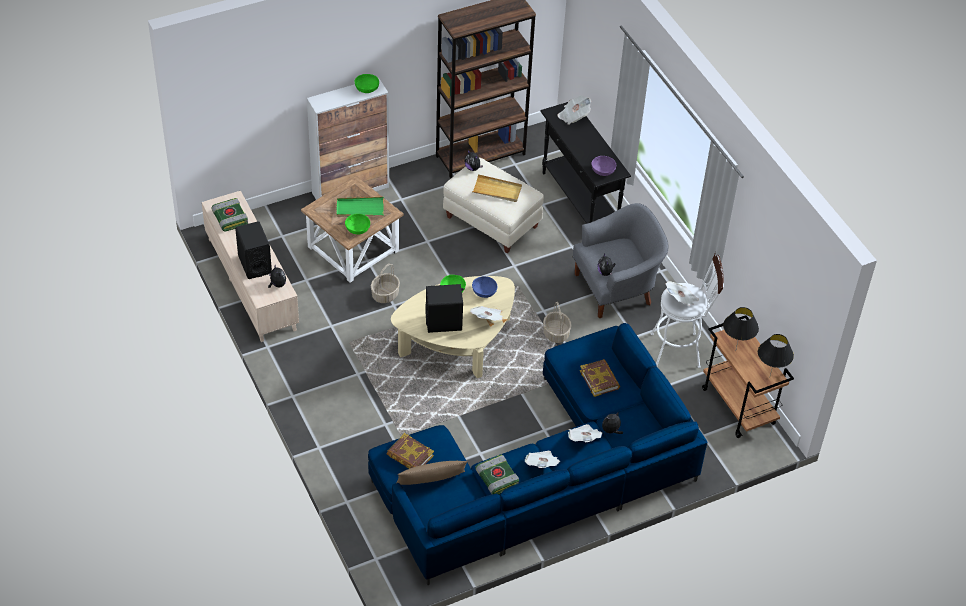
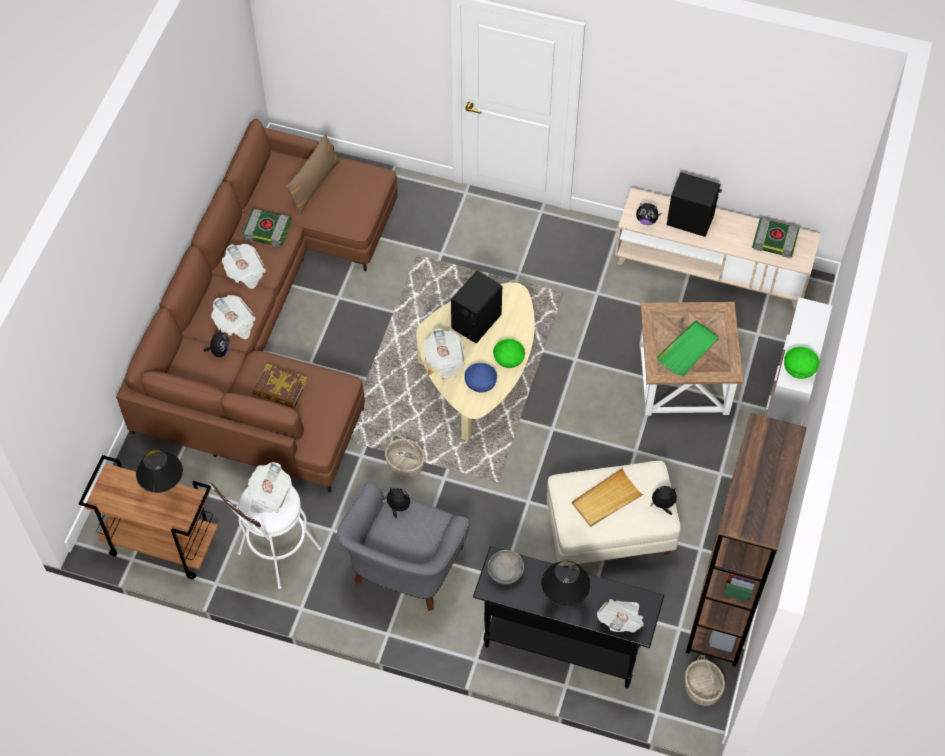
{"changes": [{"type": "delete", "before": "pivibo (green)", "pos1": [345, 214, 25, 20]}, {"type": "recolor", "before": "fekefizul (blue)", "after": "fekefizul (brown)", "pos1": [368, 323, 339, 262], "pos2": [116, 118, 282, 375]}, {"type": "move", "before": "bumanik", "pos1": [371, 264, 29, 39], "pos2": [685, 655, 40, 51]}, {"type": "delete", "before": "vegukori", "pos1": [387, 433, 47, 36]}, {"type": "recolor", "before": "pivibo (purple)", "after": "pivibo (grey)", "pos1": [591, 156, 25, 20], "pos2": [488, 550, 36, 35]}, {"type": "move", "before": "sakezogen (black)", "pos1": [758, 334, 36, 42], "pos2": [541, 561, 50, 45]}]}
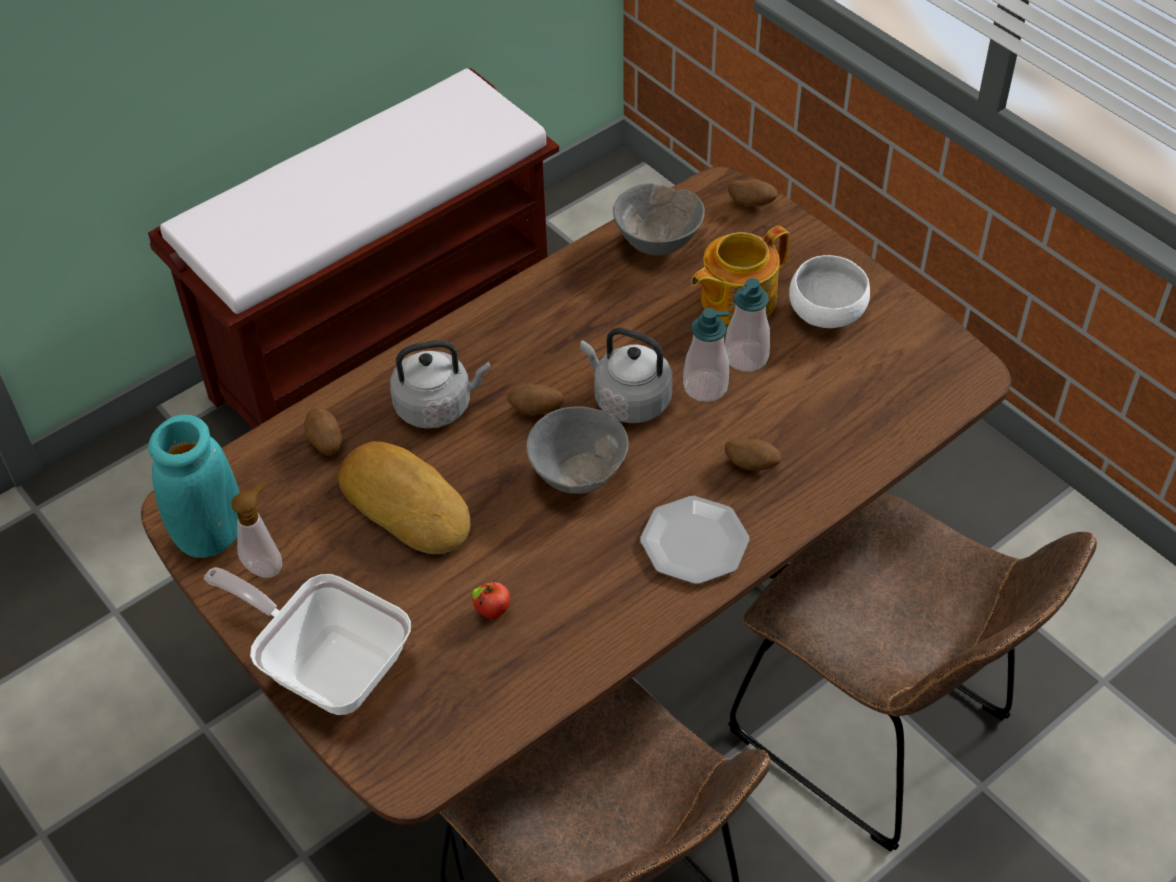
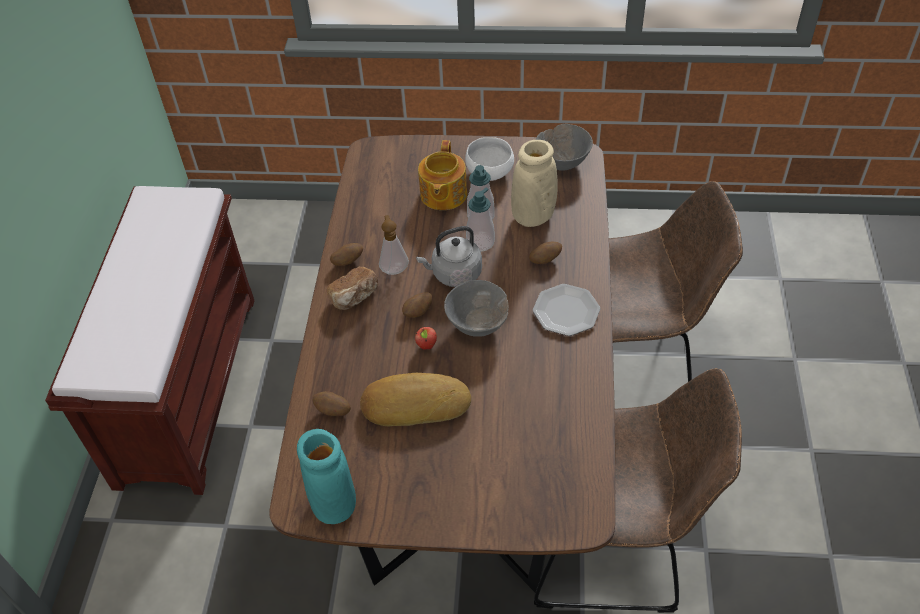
{"changes": [{"type": "delete", "before": "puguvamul", "pos1": [204, 567, 207, 148]}, {"type": "move", "before": "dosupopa", "pos1": [231, 484, 51, 94], "pos2": [379, 215, 30, 60]}, {"type": "delete", "before": "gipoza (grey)", "pos1": [390, 340, 101, 89]}, {"type": "move", "before": "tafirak", "pos1": [472, 582, 38, 38], "pos2": [415, 327, 22, 22]}, {"type": "move", "before": "pivibo (grey)", "pos1": [613, 183, 92, 73], "pos2": [536, 124, 57, 47]}, {"type": "move", "before": "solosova", "pos1": [728, 179, 50, 28], "pos2": [330, 243, 33, 23]}, {"type": "insert", "after": "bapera", "pos2": [327, 266, 52, 44]}, {"type": "insert", "after": "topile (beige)", "pos2": [511, 140, 47, 87]}]}
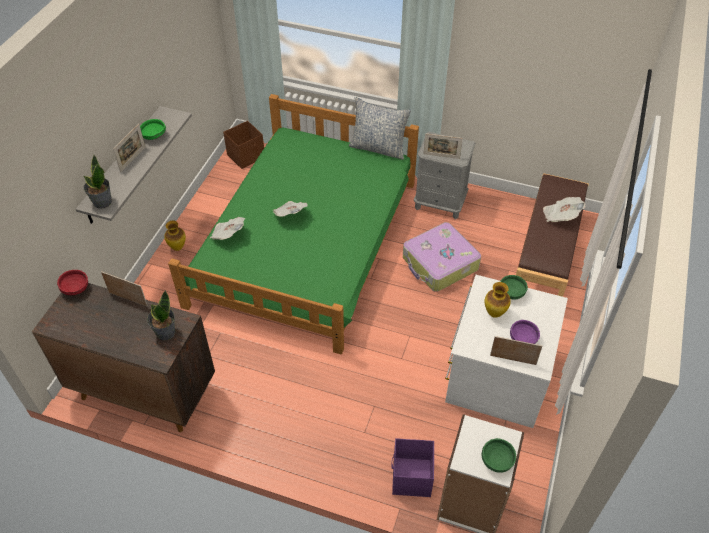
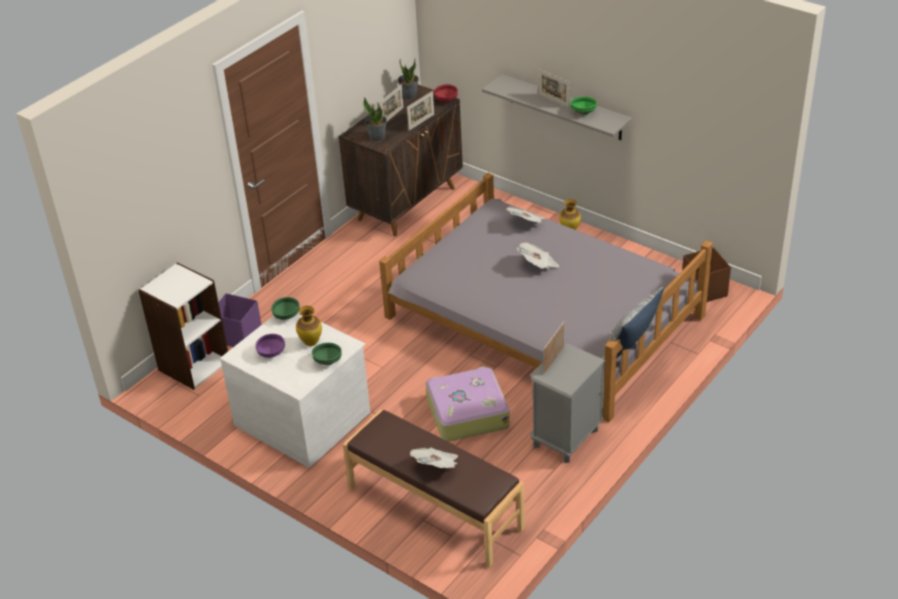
{"changes": [{"type": "move", "before": "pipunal", "pos1": [83, 155, 29, 54], "pos2": [398, 59, 21, 41]}, {"type": "recolor", "before": "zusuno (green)", "after": "zusuno (grey)", "pos1": [168, 94, 251, 260], "pos2": [379, 173, 334, 249]}, {"type": "move", "before": "pivibo (green)", "pos1": [482, 438, 34, 35], "pos2": [271, 297, 29, 23]}, {"type": "move", "before": "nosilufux", "pos1": [490, 336, 52, 29], "pos2": [380, 84, 24, 38]}]}
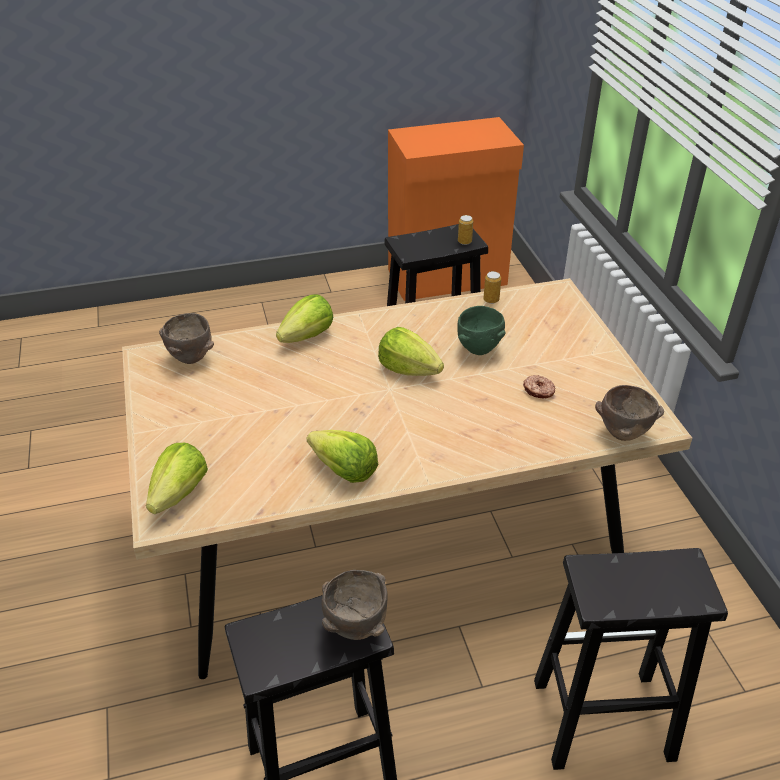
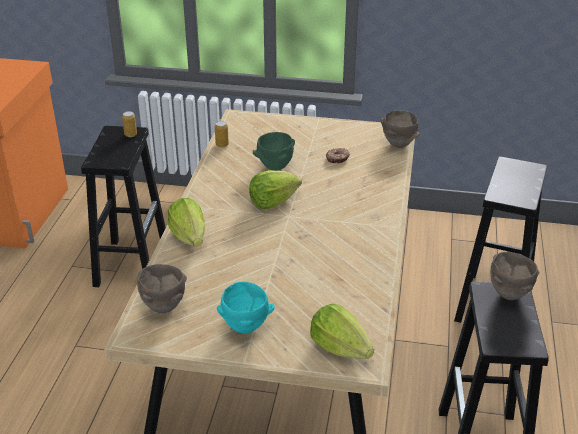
{"changes": [{"type": "delete", "before": "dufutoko", "pos1": [307, 430, 71, 53]}, {"type": "insert", "after": "pivibo (turquoise)", "pos2": [217, 282, 58, 52]}]}
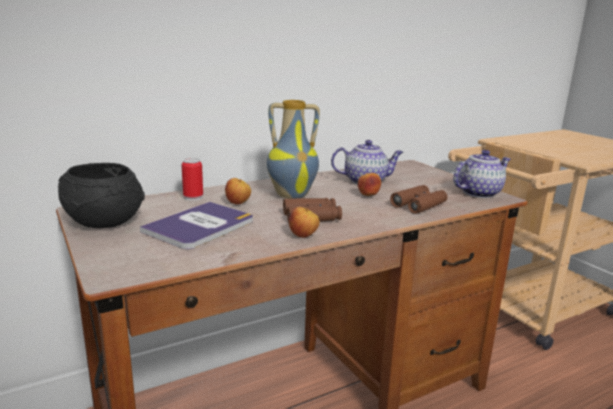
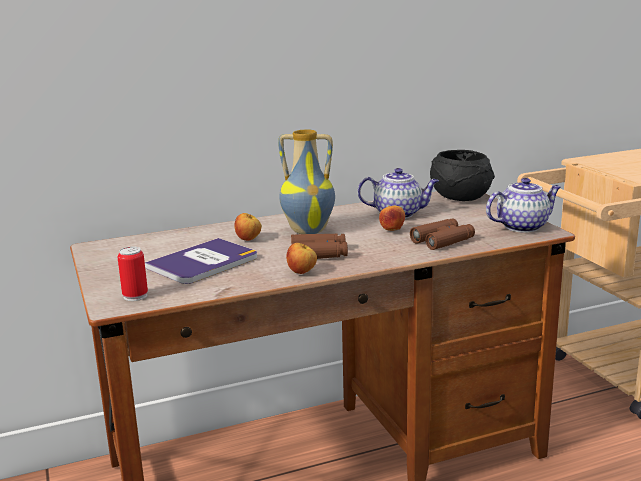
{"changes": [{"type": "move", "before": "pivibo (black)", "pos1": [58, 163, 87, 65], "pos2": [430, 150, 65, 51]}, {"type": "move", "before": "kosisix", "pos1": [182, 158, 21, 43], "pos2": [118, 247, 30, 54]}]}
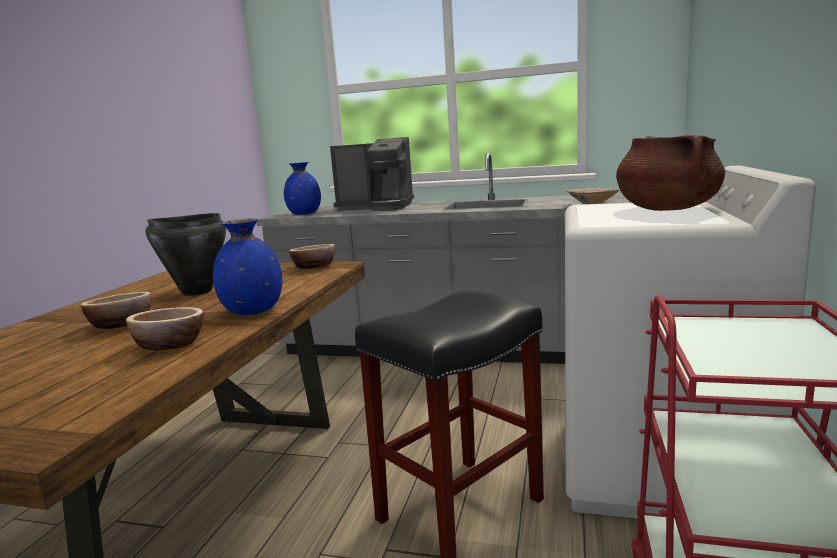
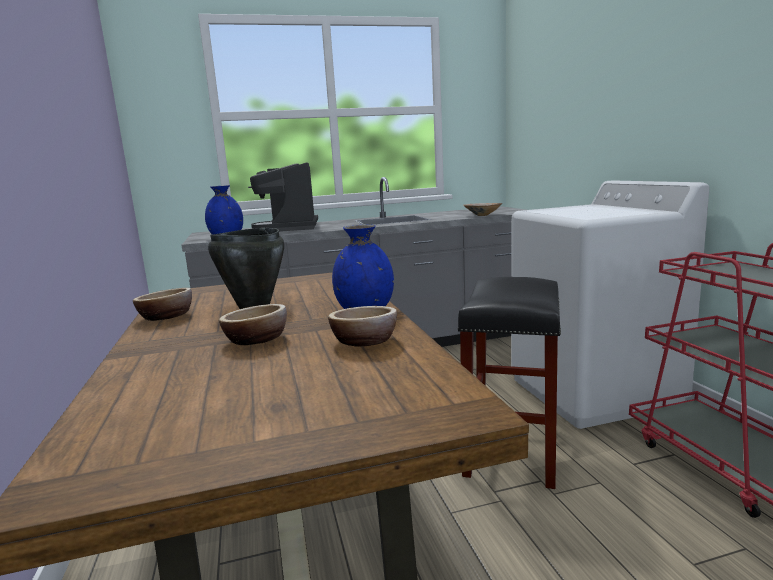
{"changes": [{"type": "move", "before": "pivibo", "pos1": [289, 244, 46, 25], "pos2": [133, 288, 59, 33]}, {"type": "rotate", "before": "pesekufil", "pos1": [330, 137, 84, 74], "pos2": [248, 163, 70, 69], "turn": 105}, {"type": "delete", "before": "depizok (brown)", "pos1": [616, 135, 109, 76]}]}
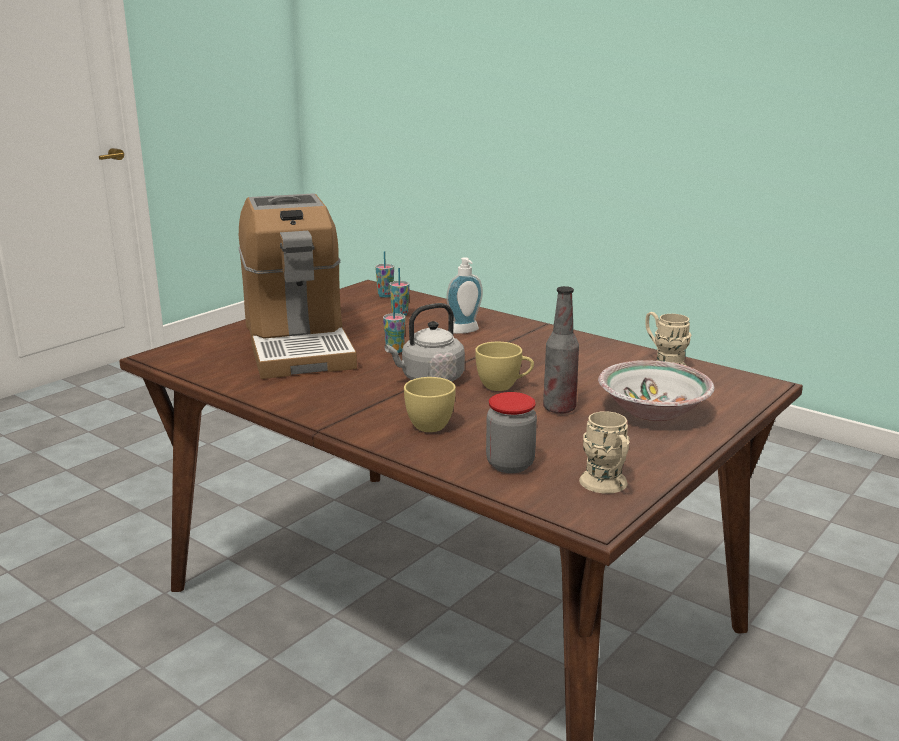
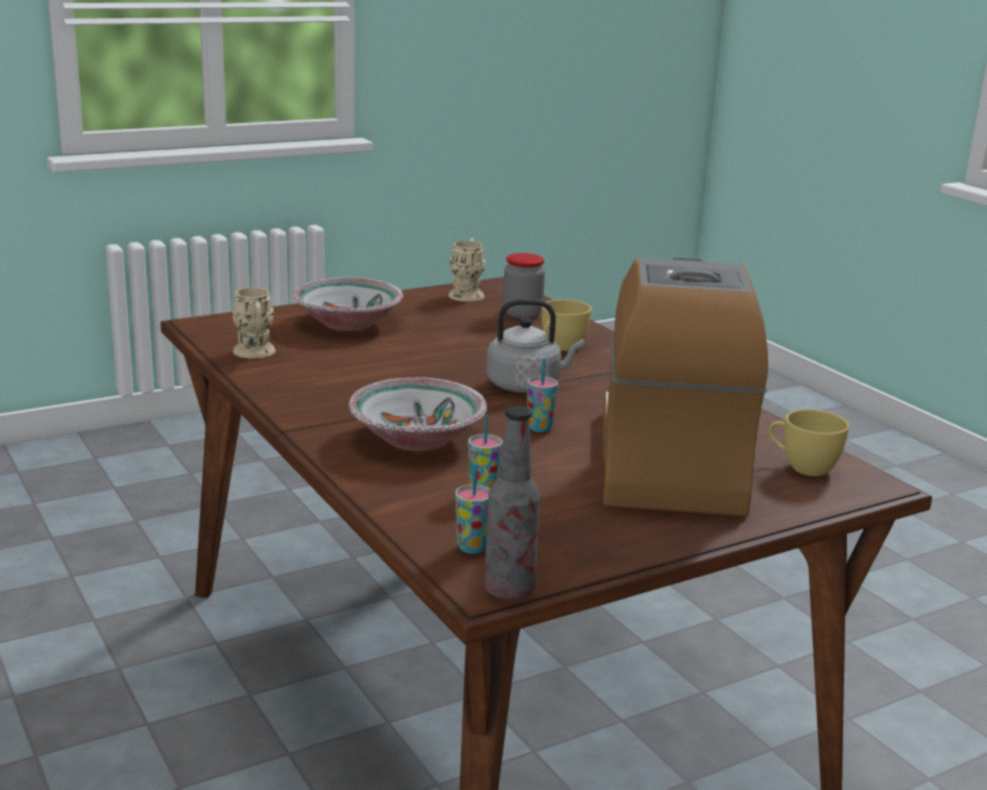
{"changes": [{"type": "replace", "before": "dosupopa", "after": "pivibo", "pos1": [446, 257, 37, 77], "pos2": [349, 377, 138, 74]}, {"type": "move", "before": "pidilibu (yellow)", "pos1": [475, 342, 59, 49], "pos2": [769, 409, 80, 67]}, {"type": "move", "before": "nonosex", "pos1": [543, 286, 36, 128], "pos2": [484, 406, 56, 194]}]}
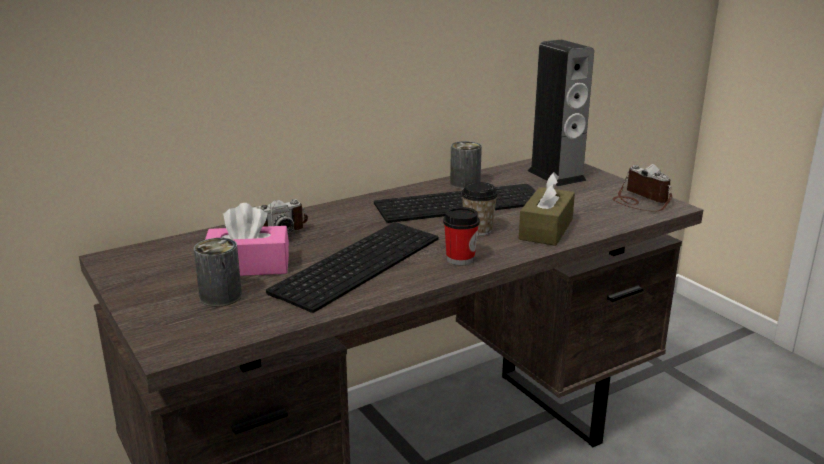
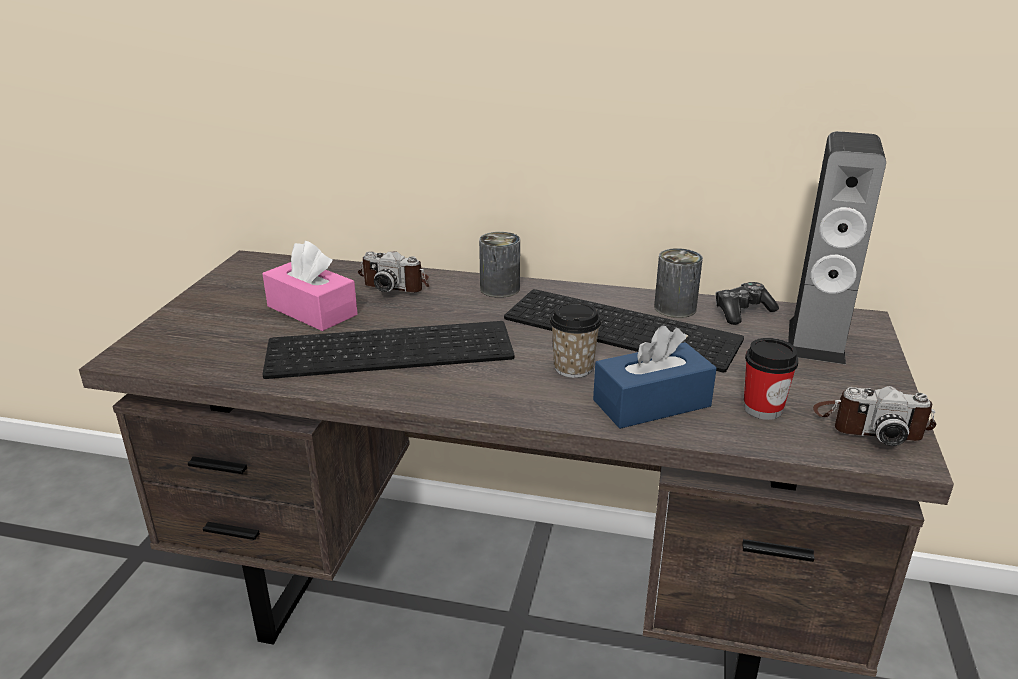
{"changes": [{"type": "move", "before": "kosisix", "pos1": [194, 238, 48, 69], "pos2": [479, 232, 41, 66]}, {"type": "move", "before": "pidilibu", "pos1": [443, 207, 37, 58], "pos2": [744, 338, 55, 82]}, {"type": "recolor", "before": "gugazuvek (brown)", "after": "gugazuvek (blue)", "pos1": [519, 172, 56, 74], "pos2": [593, 325, 124, 104]}, {"type": "rotate", "before": "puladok", "pos1": [613, 164, 59, 47], "pos2": [813, 386, 123, 60], "turn": 90}, {"type": "insert", "after": "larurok", "pos2": [715, 282, 64, 43]}]}
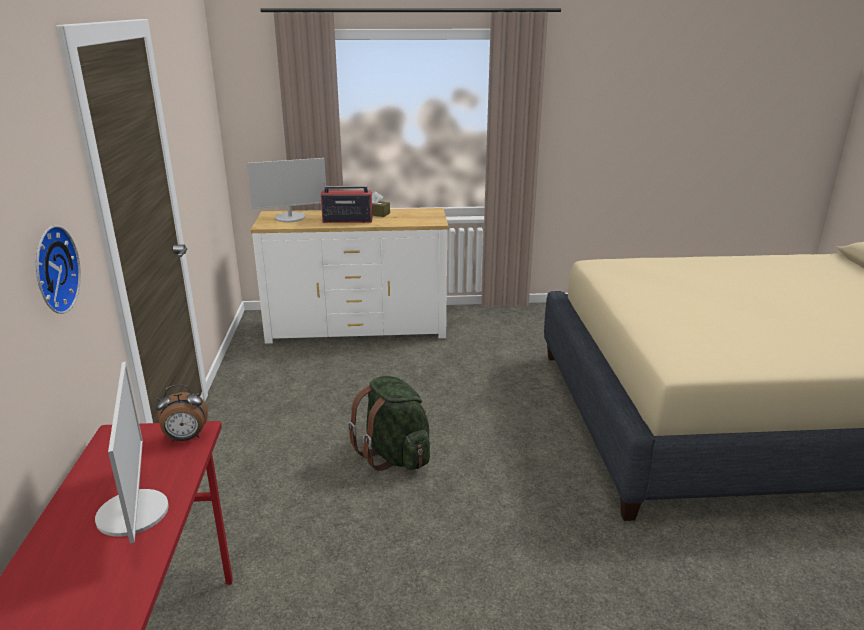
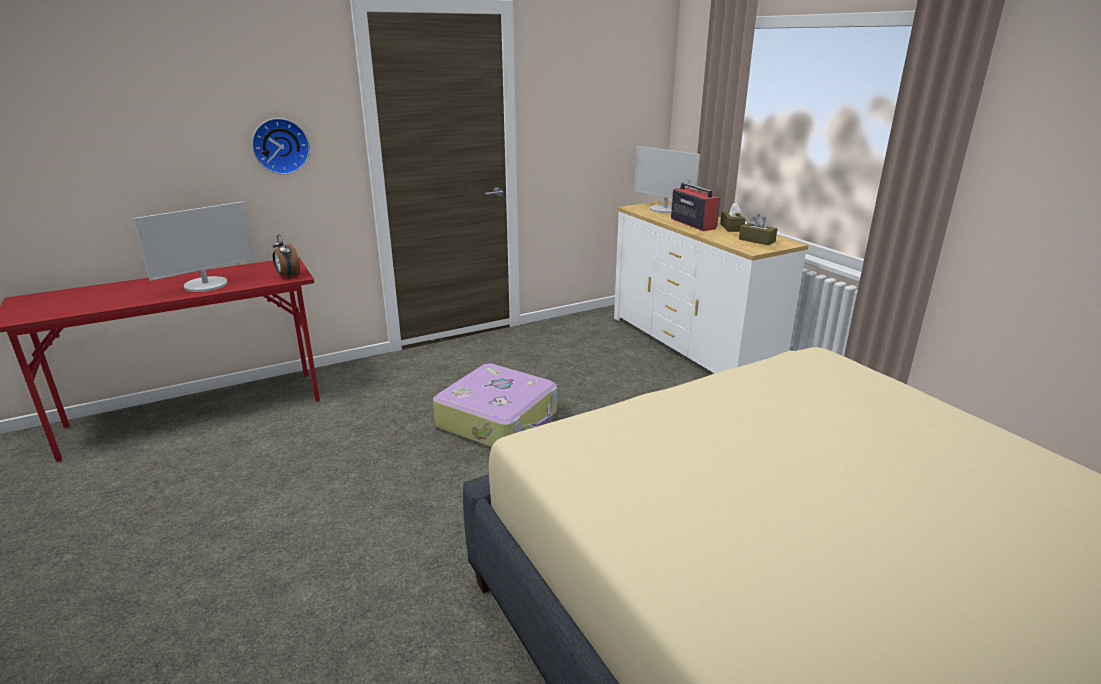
{"changes": [{"type": "replace", "before": "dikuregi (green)", "after": "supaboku", "pos1": [348, 376, 82, 95], "pos2": [433, 364, 124, 83]}, {"type": "insert", "after": "gugazuvek (brown)", "pos2": [739, 214, 38, 31]}]}
